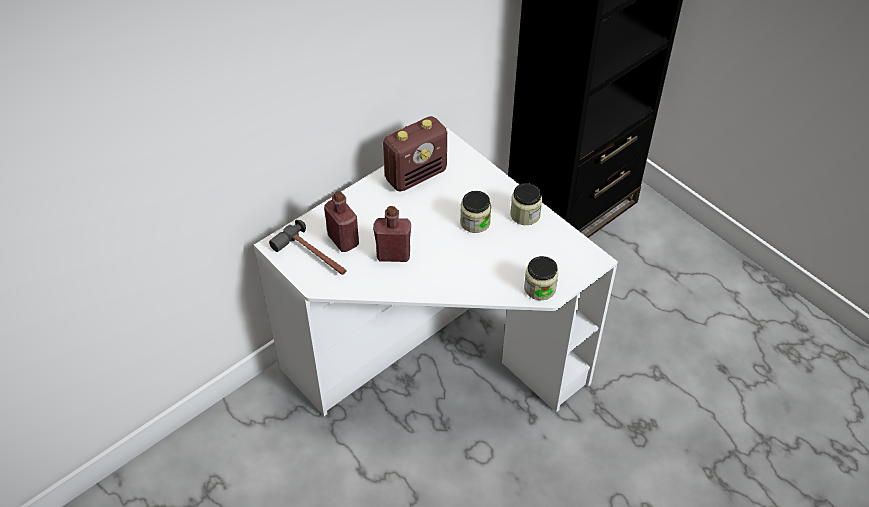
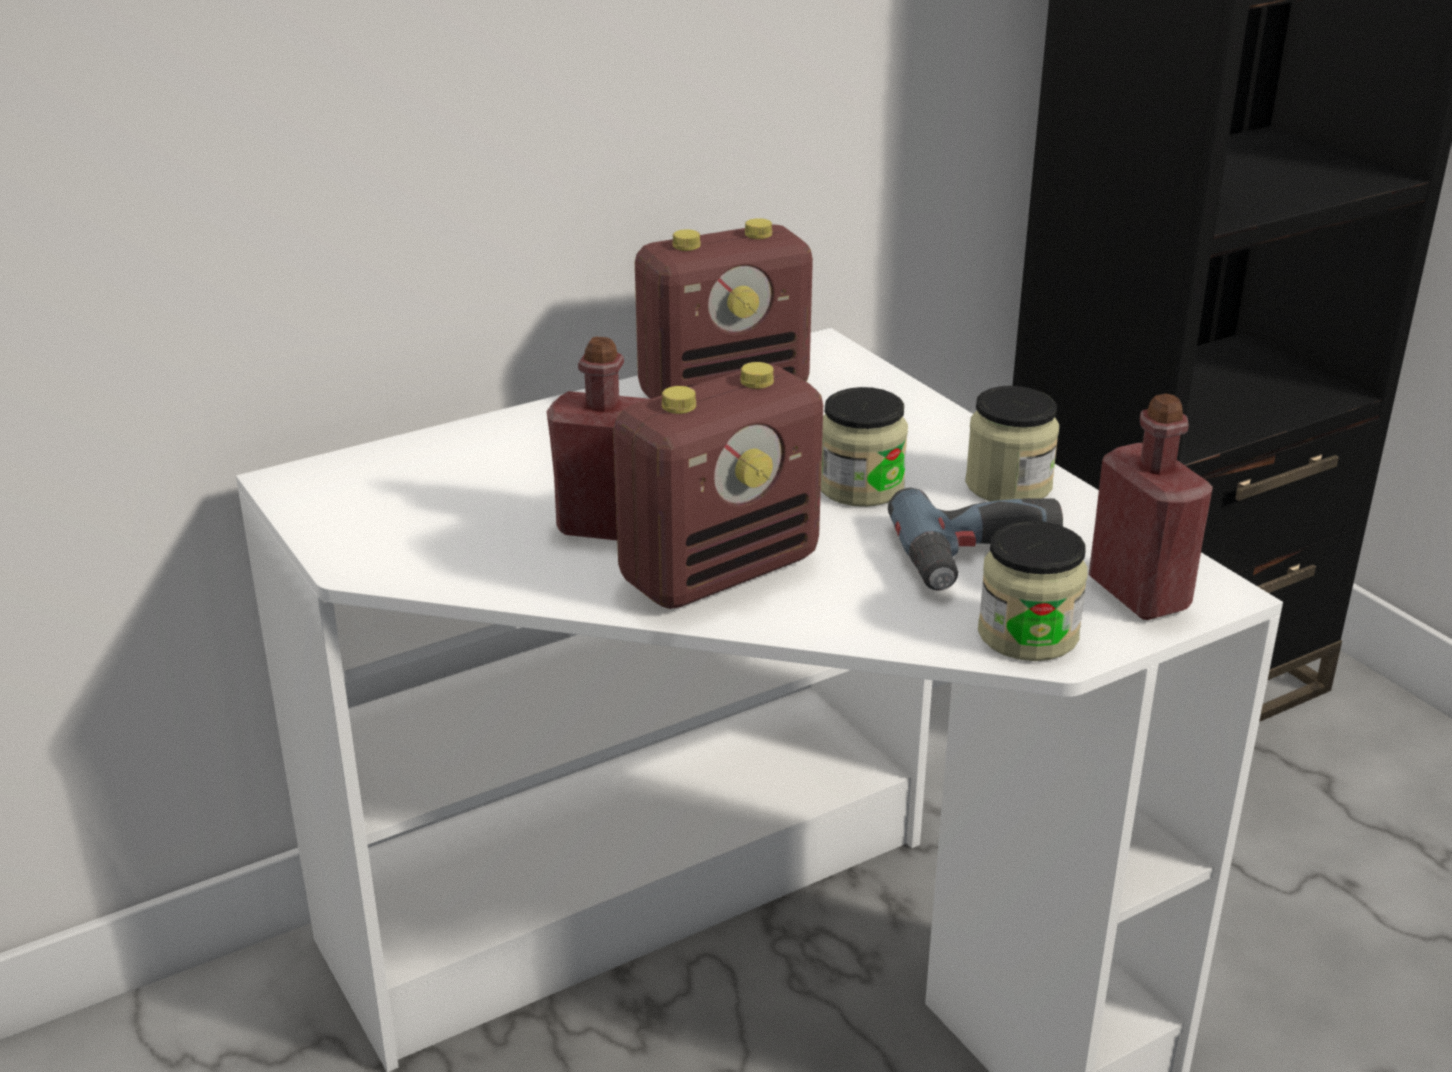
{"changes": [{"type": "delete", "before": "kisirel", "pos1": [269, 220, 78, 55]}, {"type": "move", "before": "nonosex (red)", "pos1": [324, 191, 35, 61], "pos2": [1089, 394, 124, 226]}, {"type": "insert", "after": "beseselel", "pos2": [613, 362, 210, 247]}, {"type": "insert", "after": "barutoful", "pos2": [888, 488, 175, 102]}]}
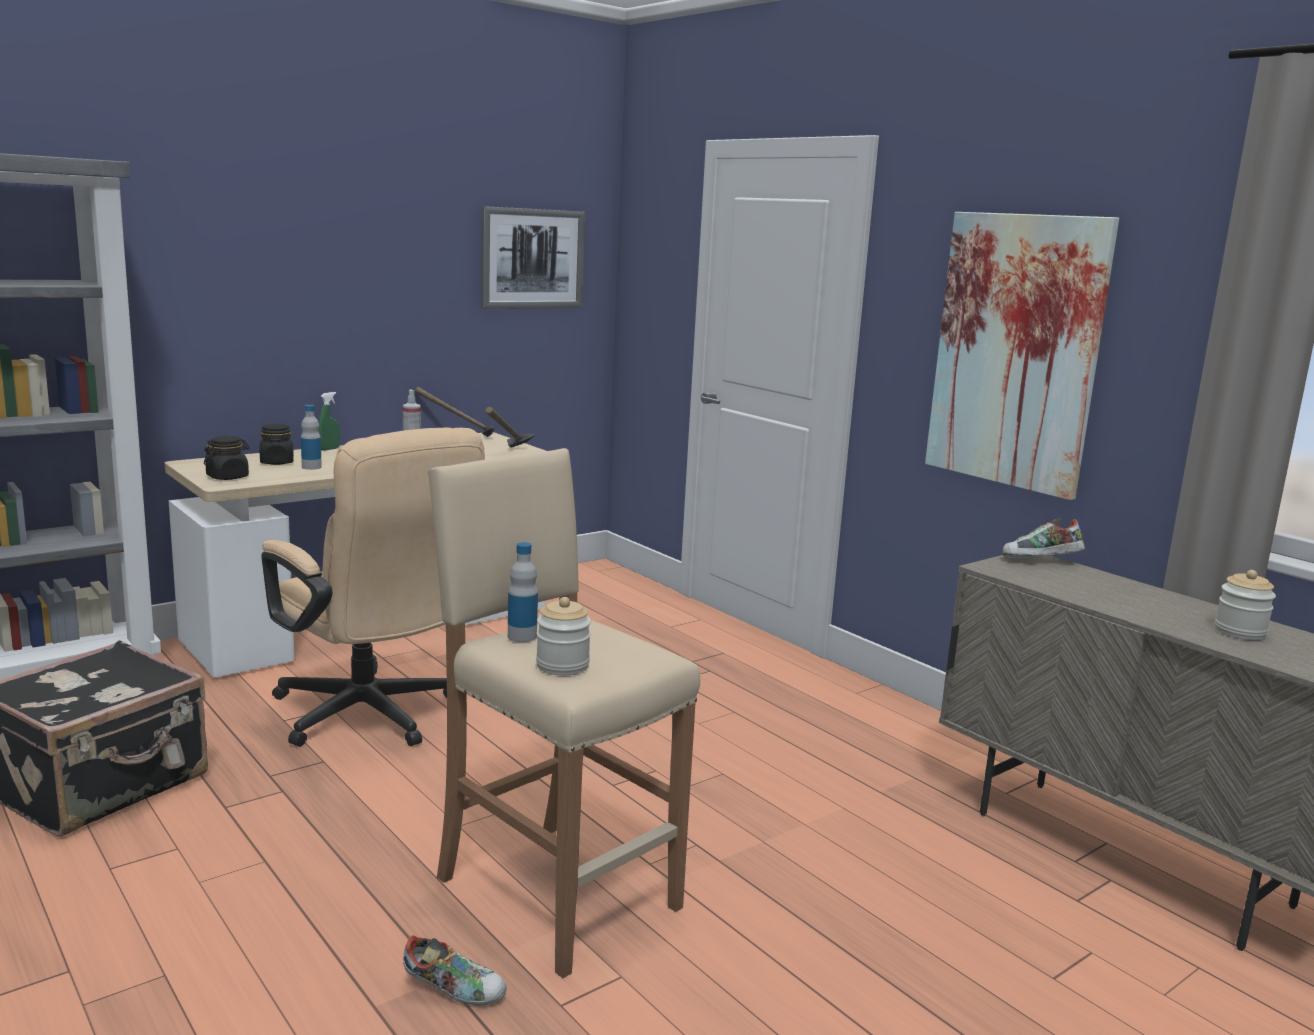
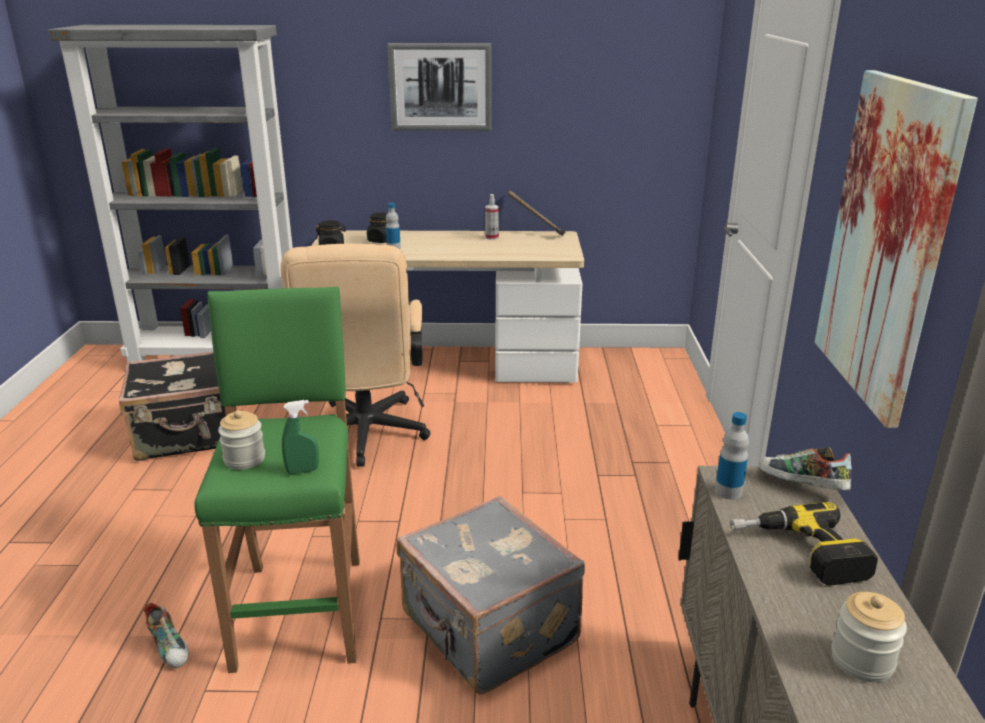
{"changes": [{"type": "move", "before": "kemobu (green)", "pos1": [318, 392, 22, 59], "pos2": [282, 400, 37, 74]}, {"type": "recolor", "before": "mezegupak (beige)", "after": "mezegupak (green)", "pos1": [428, 448, 272, 530], "pos2": [194, 287, 166, 386]}, {"type": "move", "before": "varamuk", "pos1": [481, 206, 104, 103], "pos2": [387, 43, 105, 88]}, {"type": "delete", "before": "kisirel", "pos1": [485, 407, 50, 41]}, {"type": "move", "before": "nonosex", "pos1": [508, 542, 30, 100], "pos2": [715, 412, 34, 88]}, {"type": "insert", "after": "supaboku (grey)", "pos2": [397, 496, 188, 199]}, {"type": "insert", "after": "barutoful", "pos2": [730, 502, 148, 84]}]}
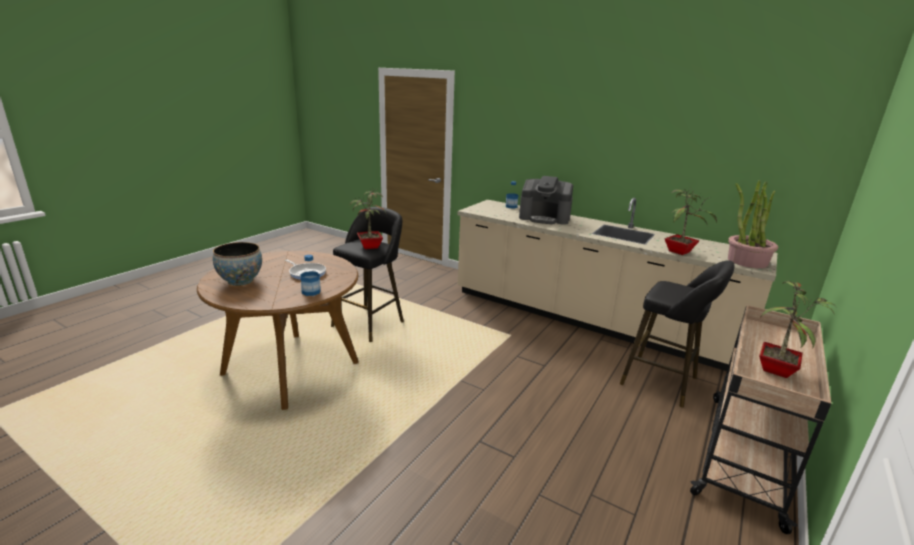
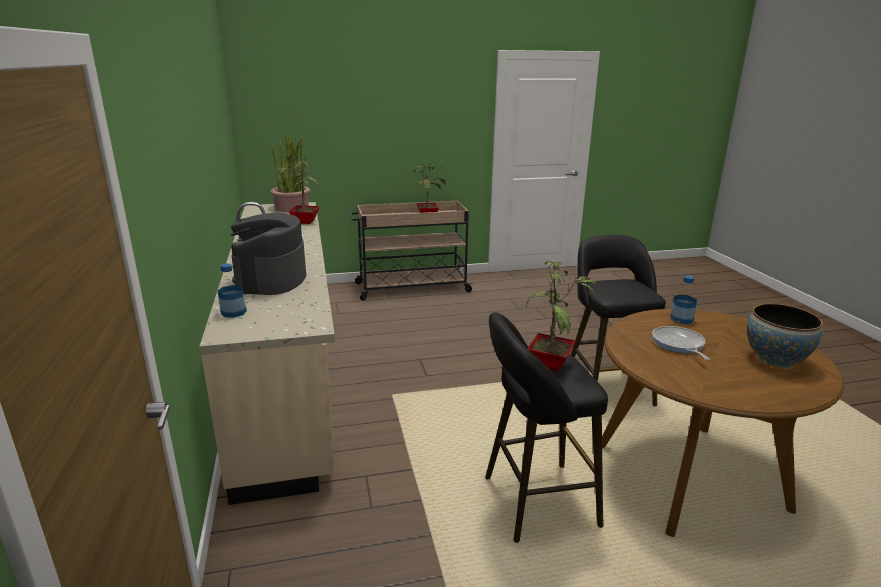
{"changes": [{"type": "rotate", "before": "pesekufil", "pos1": [519, 176, 54, 49], "pos2": [231, 213, 75, 82], "turn": -150}, {"type": "move", "before": "mezegupak (black)", "pos1": [620, 260, 115, 148], "pos2": [571, 235, 95, 171]}]}
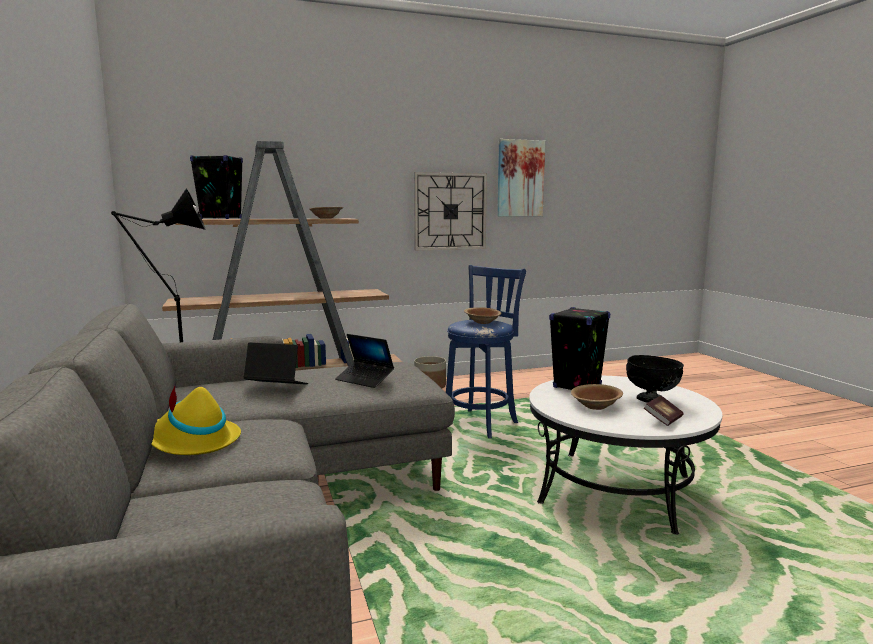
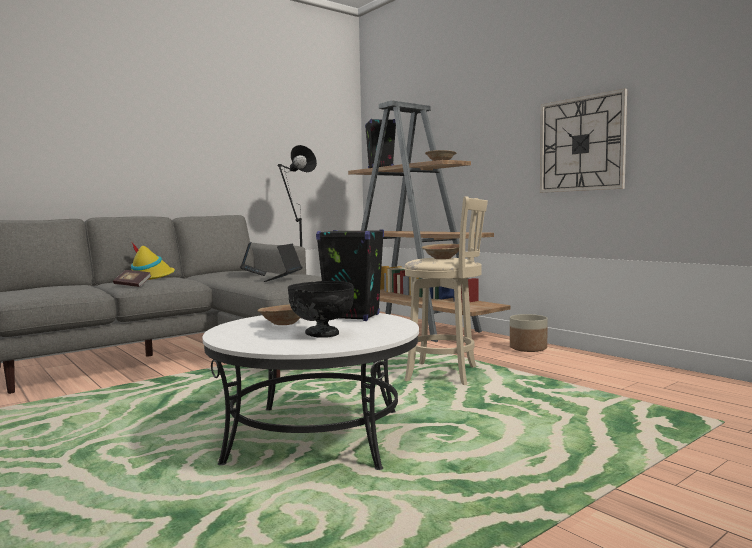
{"changes": [{"type": "recolor", "before": "mezegupak (blue)", "after": "mezegupak (beige)", "pos1": [446, 265, 80, 173], "pos2": [404, 197, 84, 188]}, {"type": "delete", "before": "varamuk", "pos1": [497, 139, 48, 77]}, {"type": "move", "before": "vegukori", "pos1": [644, 396, 40, 30], "pos2": [113, 270, 38, 17]}]}
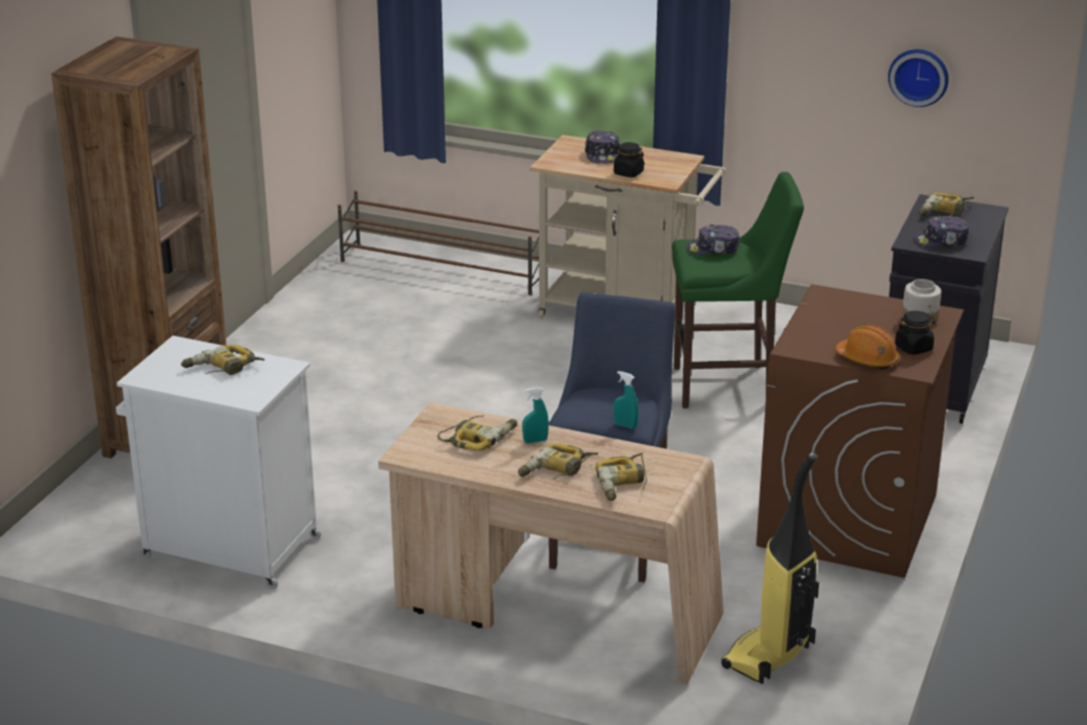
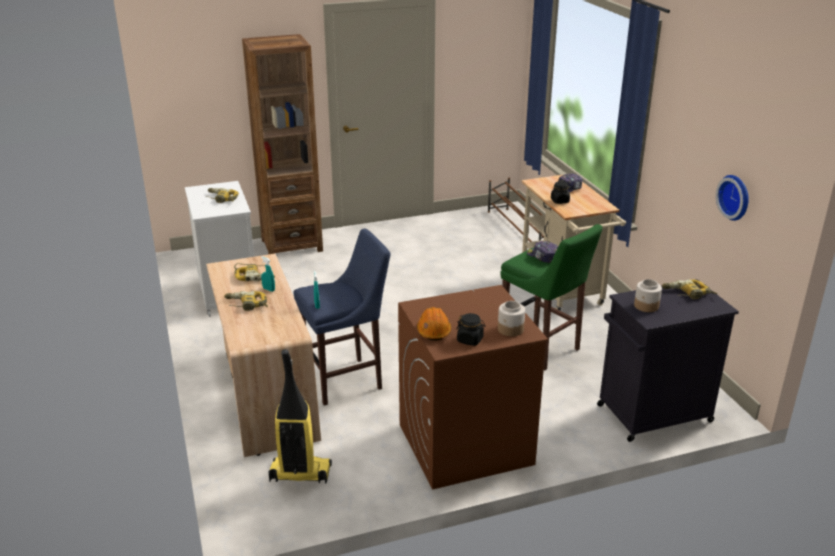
{"changes": [{"type": "delete", "before": "barutoful", "pos1": [595, 453, 52, 48]}, {"type": "replace", "before": "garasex", "after": "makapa", "pos1": [913, 216, 56, 31], "pos2": [634, 279, 28, 33]}]}
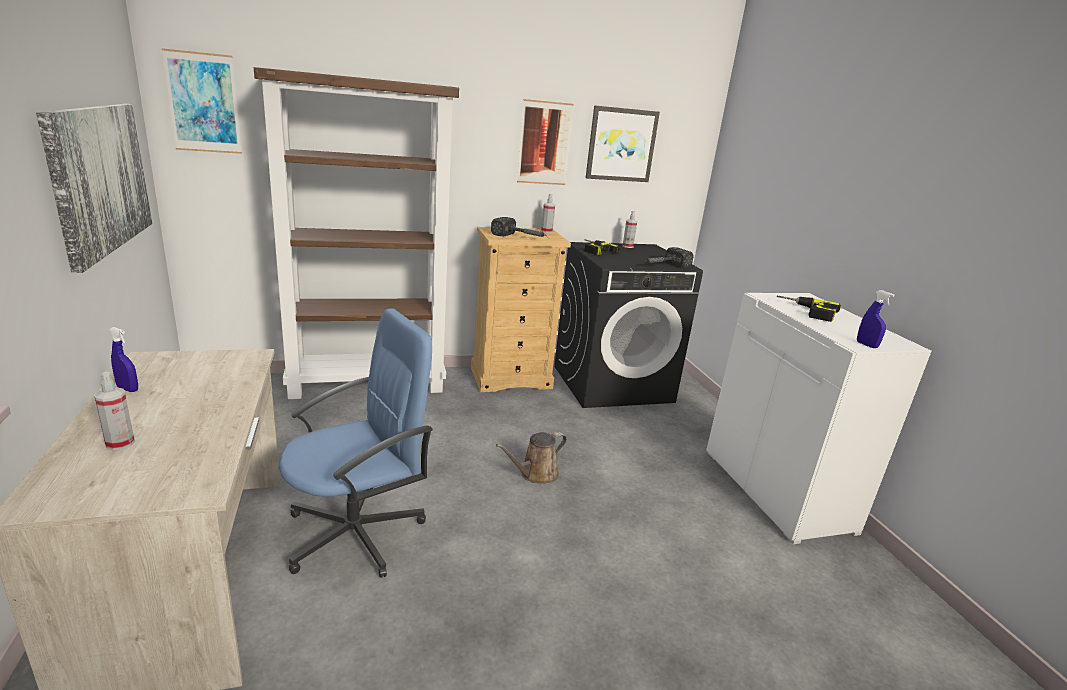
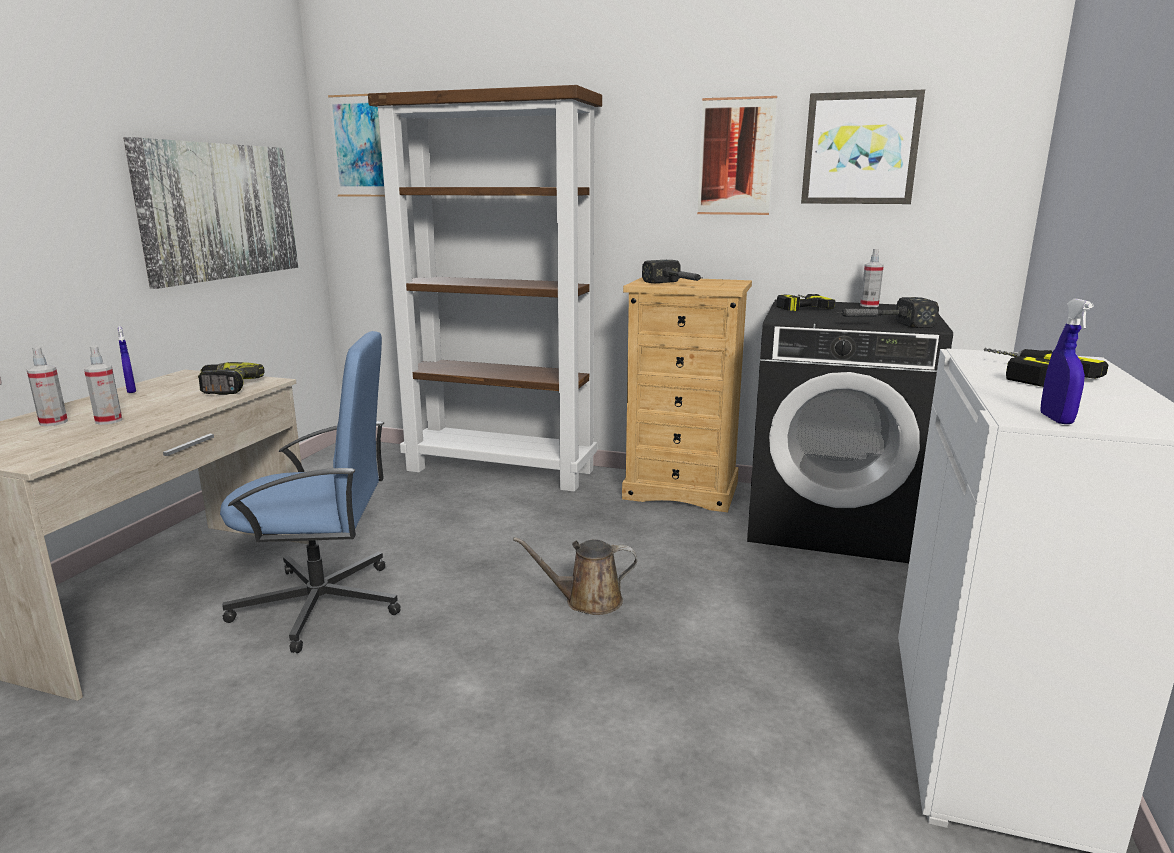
{"changes": [{"type": "move", "before": "kemobu", "pos1": [541, 194, 14, 39], "pos2": [84, 346, 38, 79]}, {"type": "insert", "after": "barutoful", "pos2": [198, 362, 67, 33]}]}
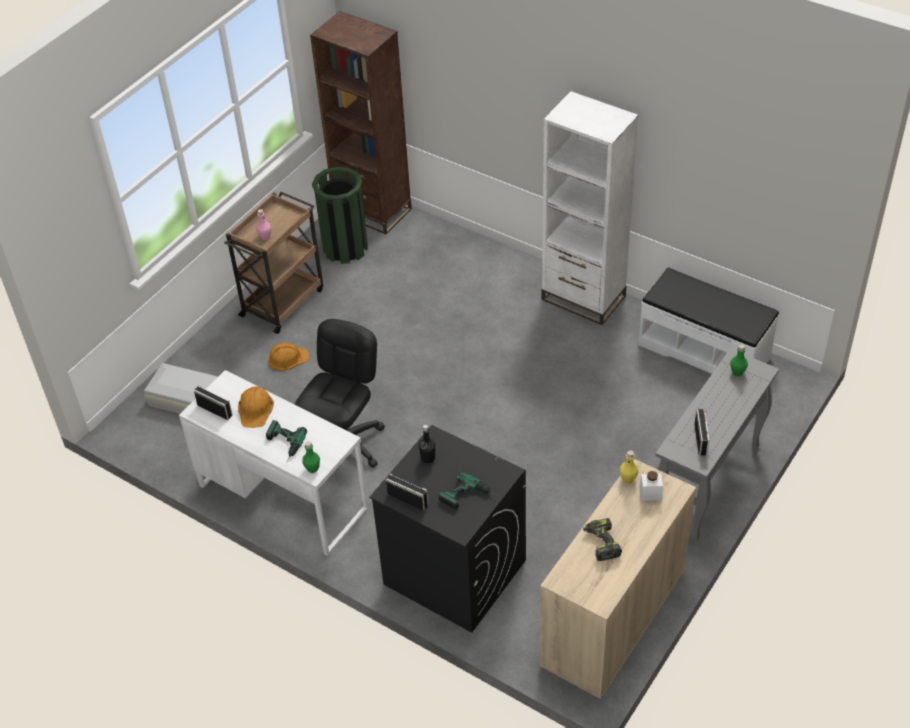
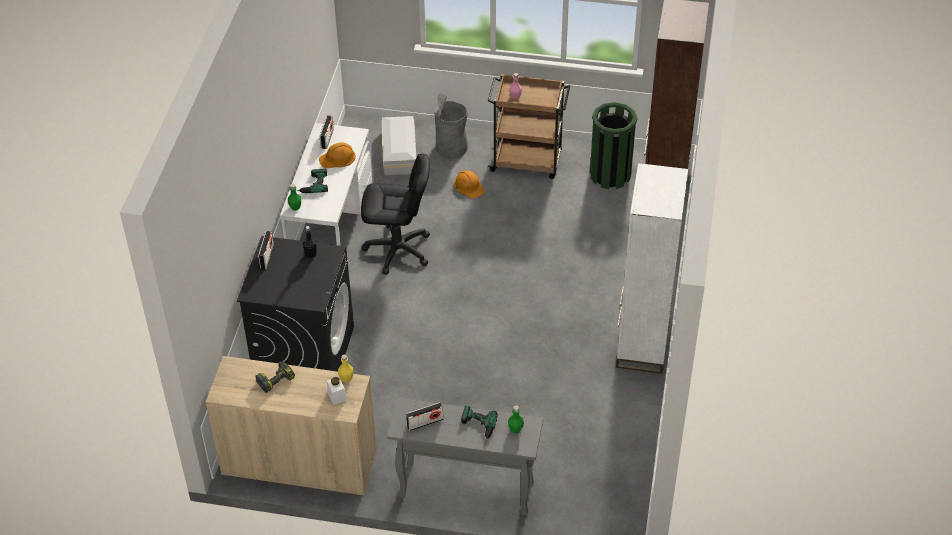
{"changes": [{"type": "move", "before": "barutoful", "pos1": [439, 471, 58, 38], "pos2": [461, 406, 37, 38]}, {"type": "delete", "before": "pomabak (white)", "pos1": [639, 267, 140, 107]}, {"type": "insert", "after": "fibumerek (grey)", "pos2": [434, 93, 34, 66]}]}
